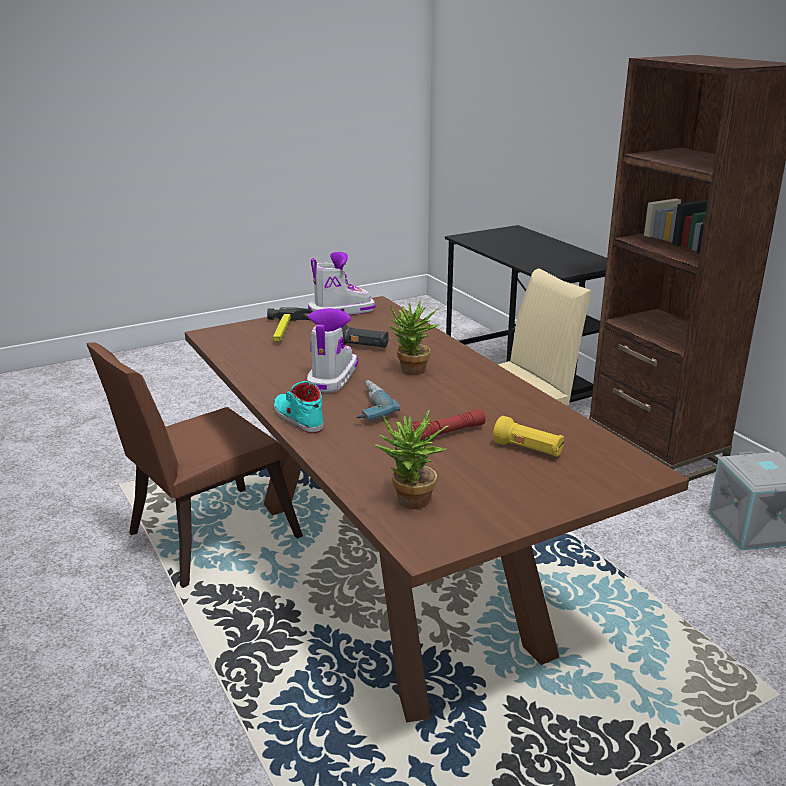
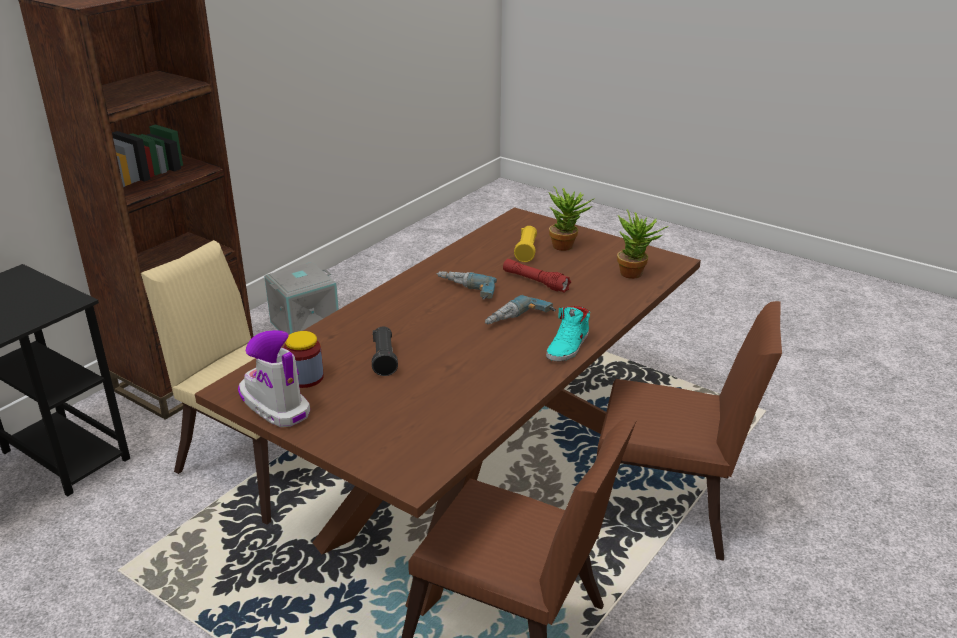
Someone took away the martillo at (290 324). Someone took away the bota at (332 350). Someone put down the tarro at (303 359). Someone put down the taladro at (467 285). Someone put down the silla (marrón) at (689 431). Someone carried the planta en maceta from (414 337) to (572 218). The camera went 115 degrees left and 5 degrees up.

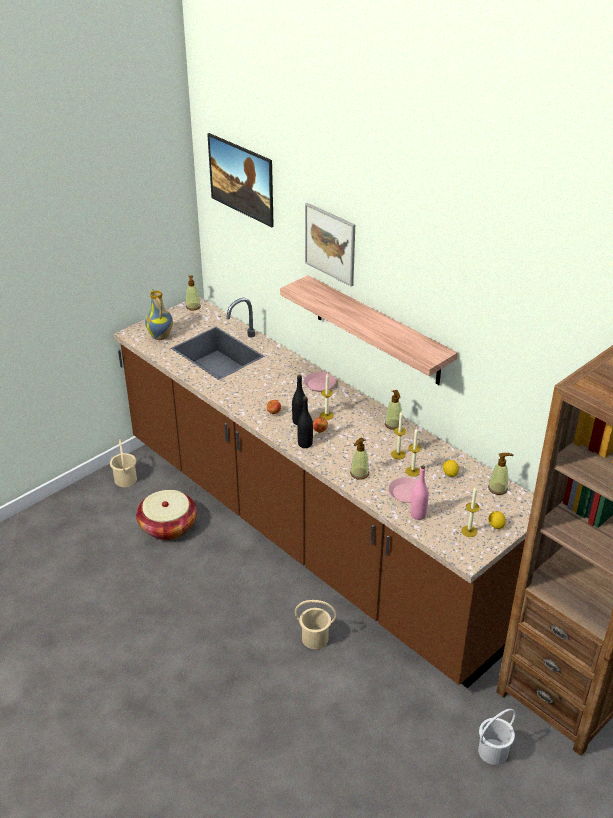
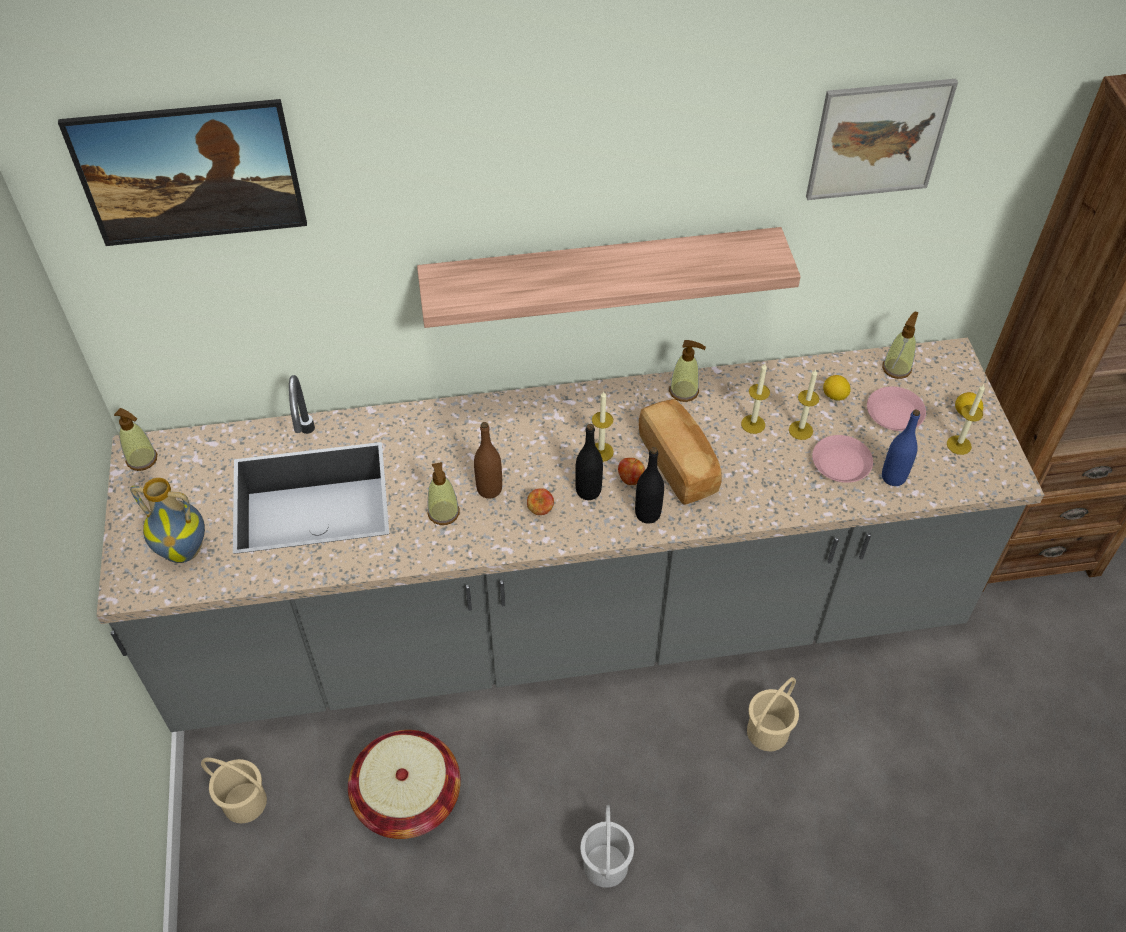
Someone put down the botella (marrón) at (488 460). Someone put down the pan at (680 452). Someone carried the plato (rosa) from (320 382) to (896 408). Someone carried the cuadro from (330 244) to (882 139). Someone carried the dispensador de jabón from (359 459) to (444 493). Someone carried the cubo (blanco) from (497 737) to (607 846). Someone repainted the mueble bajo de cocina (marrón) at (323 492), which became the mueble bajo de cocina (gris) at (570 535). Someone repainted the botella (rosa) at (419 492), which became the botella (azul) at (901 448). The camera went 55 degrees left and 15 degrees up.

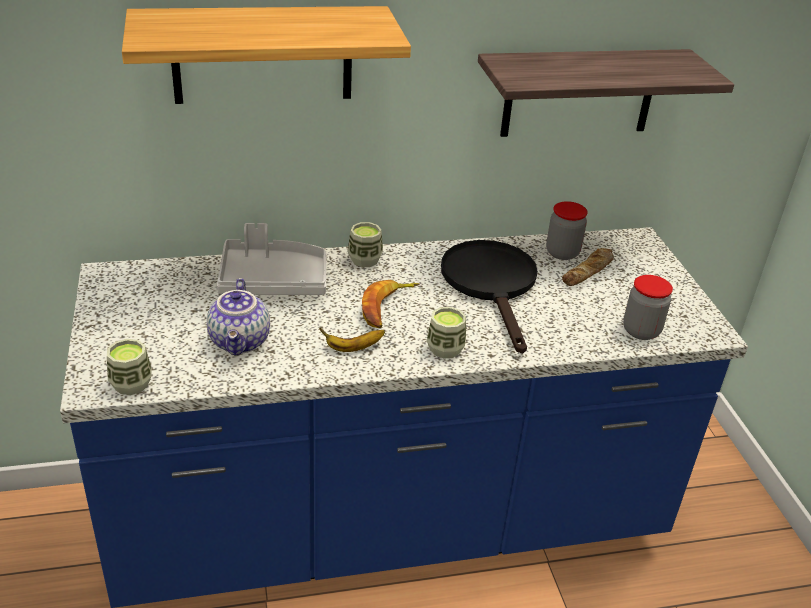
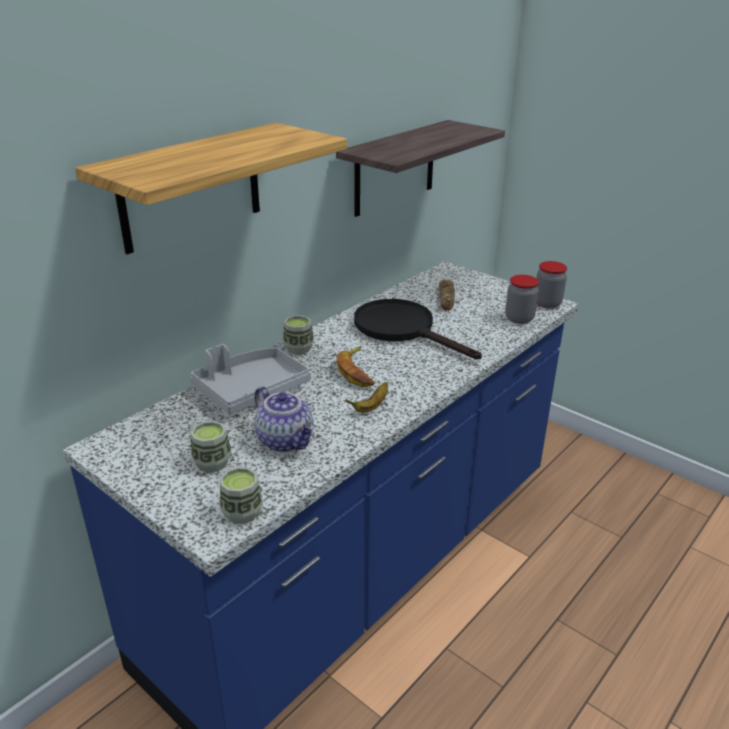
Someone carried the taza from (446 333) to (211 447). Someone carried the tarro from (567 230) to (552 284). The camera went 35 degrees left and 5 degrees down.

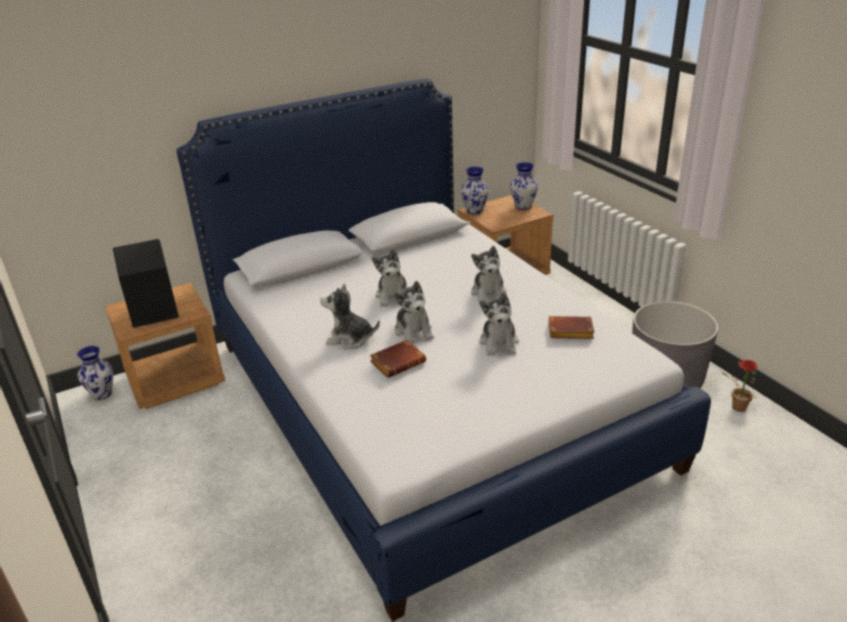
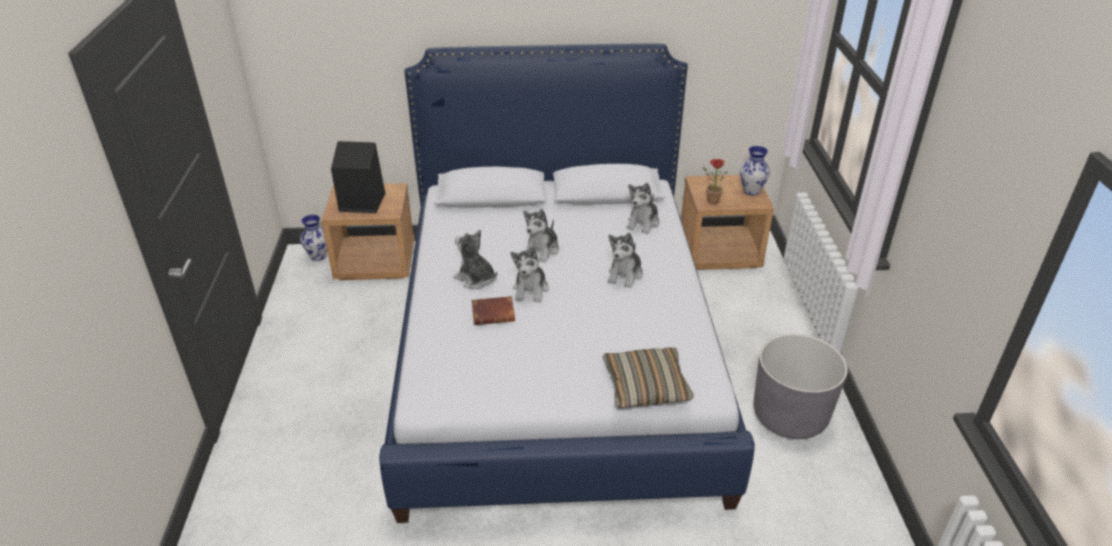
Someone took away the florero at (475 190). Someone took away the libro (marrón) at (572 327). Someone put down the cojín at (648 377). Someone carried the peluche from (499 324) to (643 208). Someone carried the planta en maceta from (740 386) to (715 182). The camera went 25 degrees right and 5 degrees up.

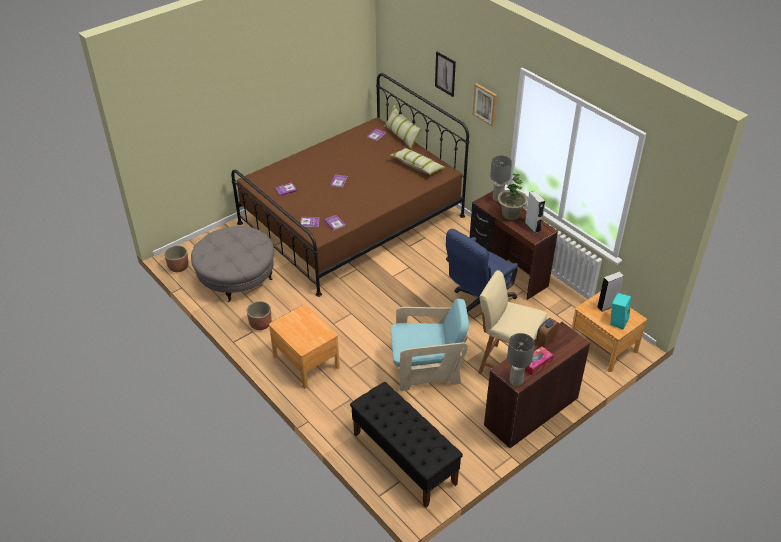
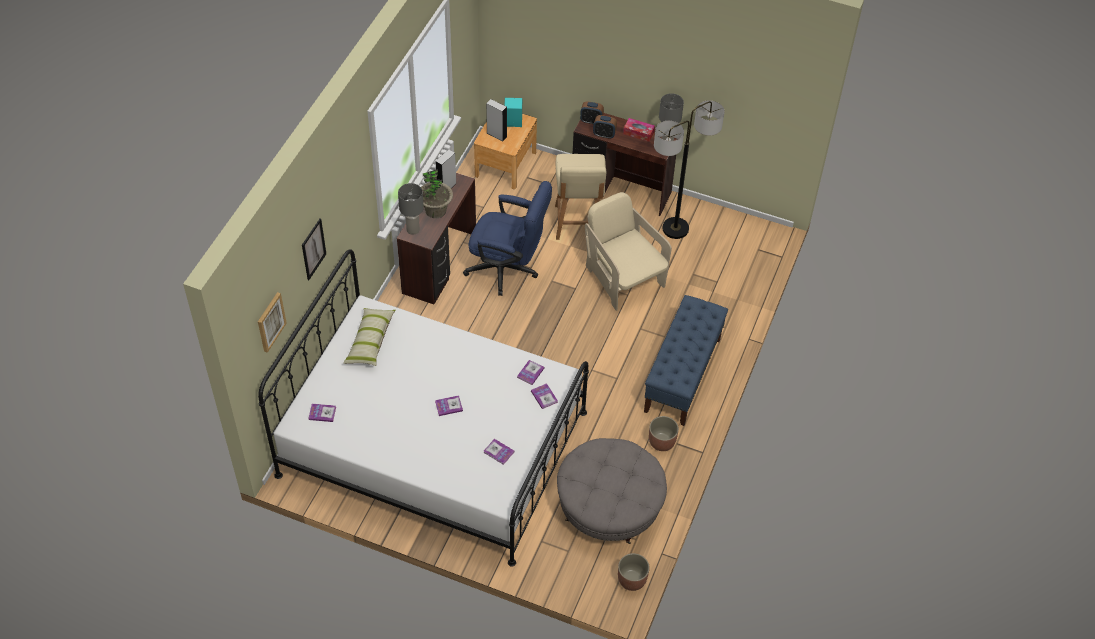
Someone took away the banco (negro) at (406 445). Someone took away the cojín at (403 127). Someone put down the despertador at (592 113). Someone put down the lámpara de pie at (689 169). Someone carried the cuadro from (484 105) to (272 322). Someone swapped the mesita de noche (marrón) at (304 346) for the banco (azul) at (686 360). Someone repainted the cama (marrón) at (350 185), which became the cama (blanco) at (423 408). Someone repainted the sillón (turquesa) at (430 345), which became the sillón (beis) at (628 251). The camera went 120 degrees left and 10 degrees up.

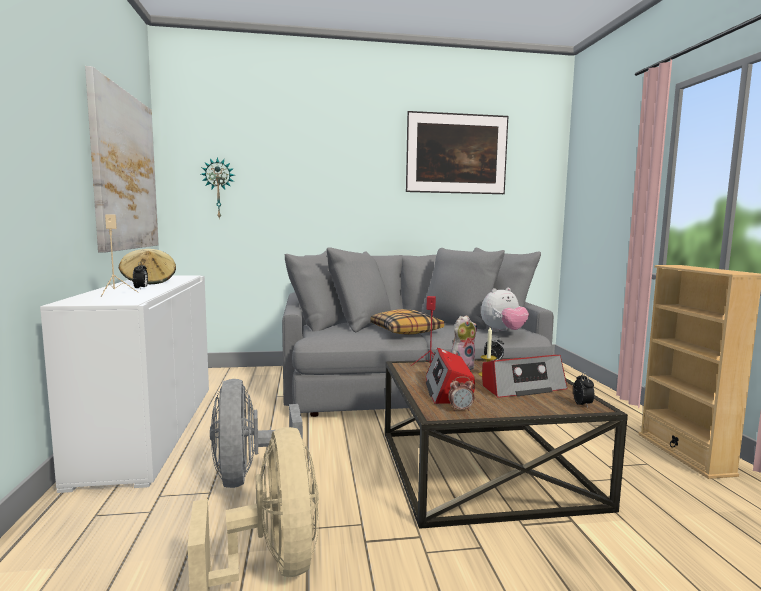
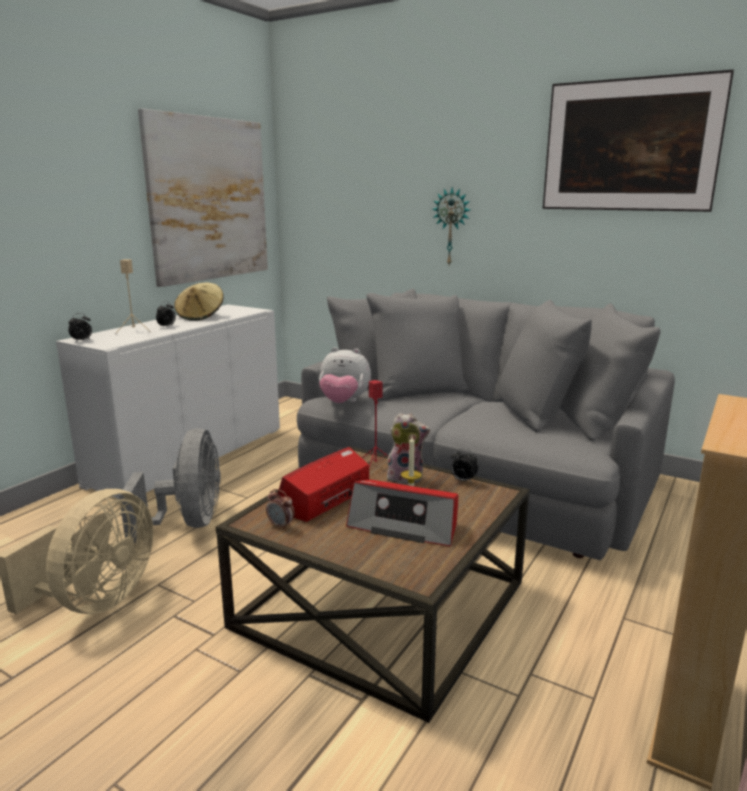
Someone took away the cojín at (407 322). Someone carried the reloj de pared from (218 188) to (451 226). Someone carried the peluche from (505 310) to (345 375). Someone carried the despertador from (583 390) to (80 327). Someone rotated the ventilador (gris) at (256 433) by 150 degrees clockwise. The camera went 40 degrees right and 10 degrees up.

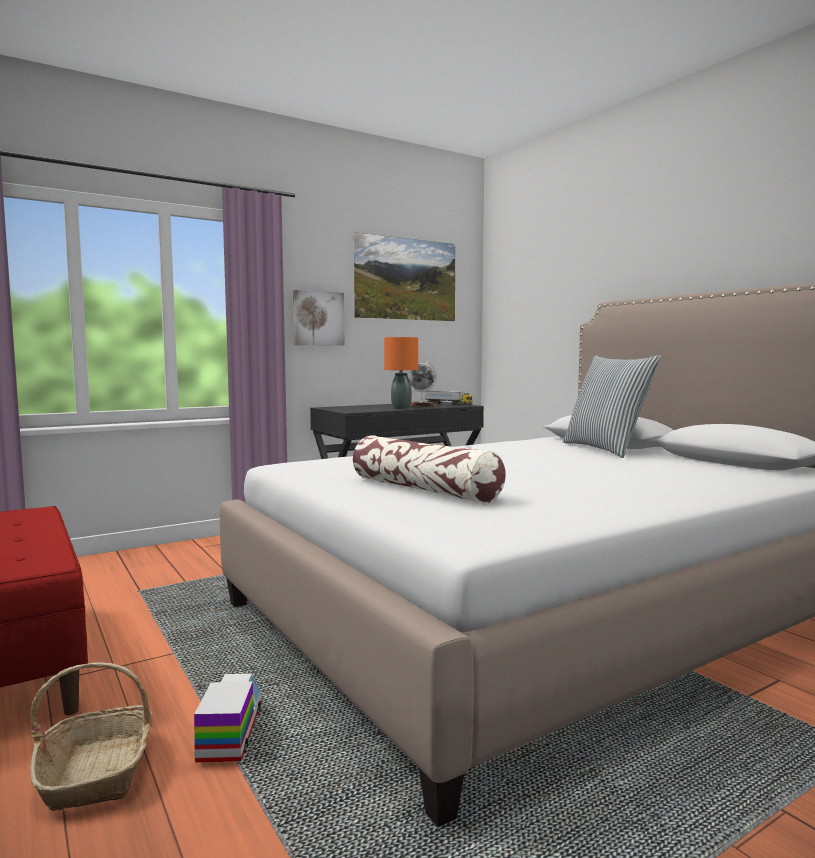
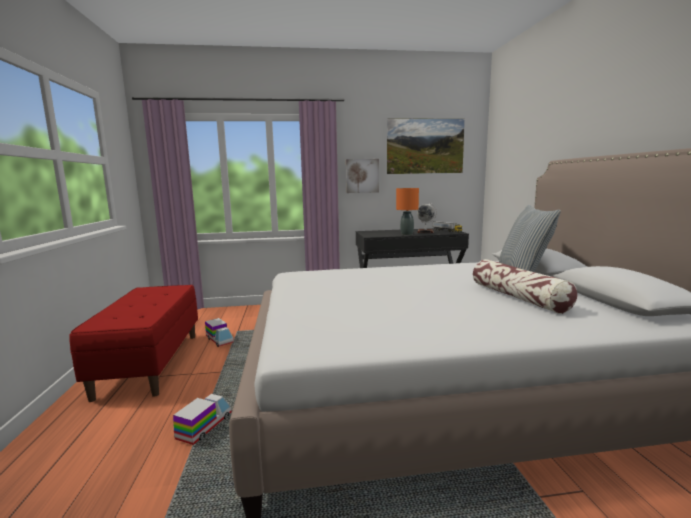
Someone took away the cesta at (91 736). Someone put down the camión de juguete at (219 332). Someone carried the cojín from (429 469) to (525 286). The camera went 25 degrees right and 5 degrees up.

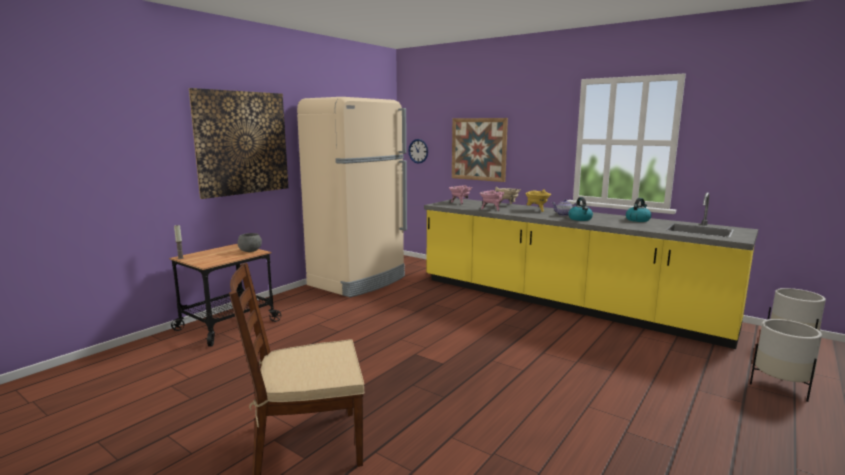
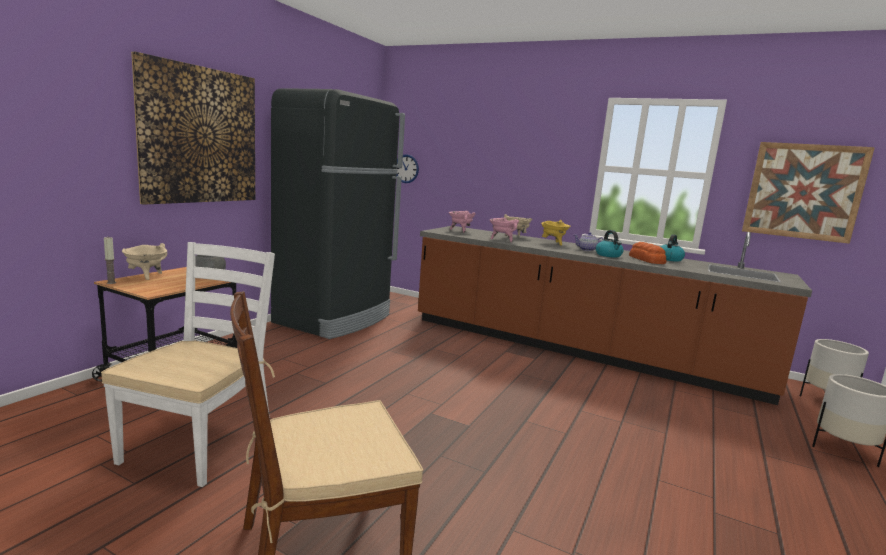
Someone put down the silla (blanco) at (188 364). Someone put down the olla (beis) at (144 261). Someone put down the pan at (647 253). Someone carried the cuadro from (480 150) to (808 193). Someone repainted the nevera (beis) at (352 197), which became the nevera (negro) at (338 213). Someone repainted the mueble bajo de cocina (amarillo) at (591 270), which became the mueble bajo de cocina (marrón) at (615 315). The camera went 10 degrees left and 0 degrees up.

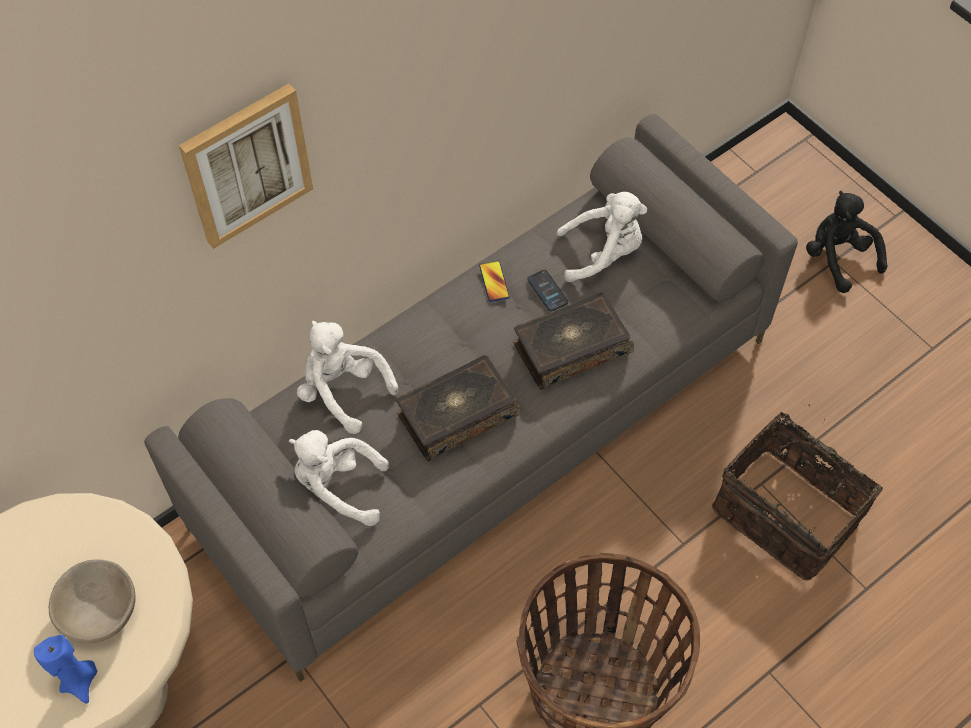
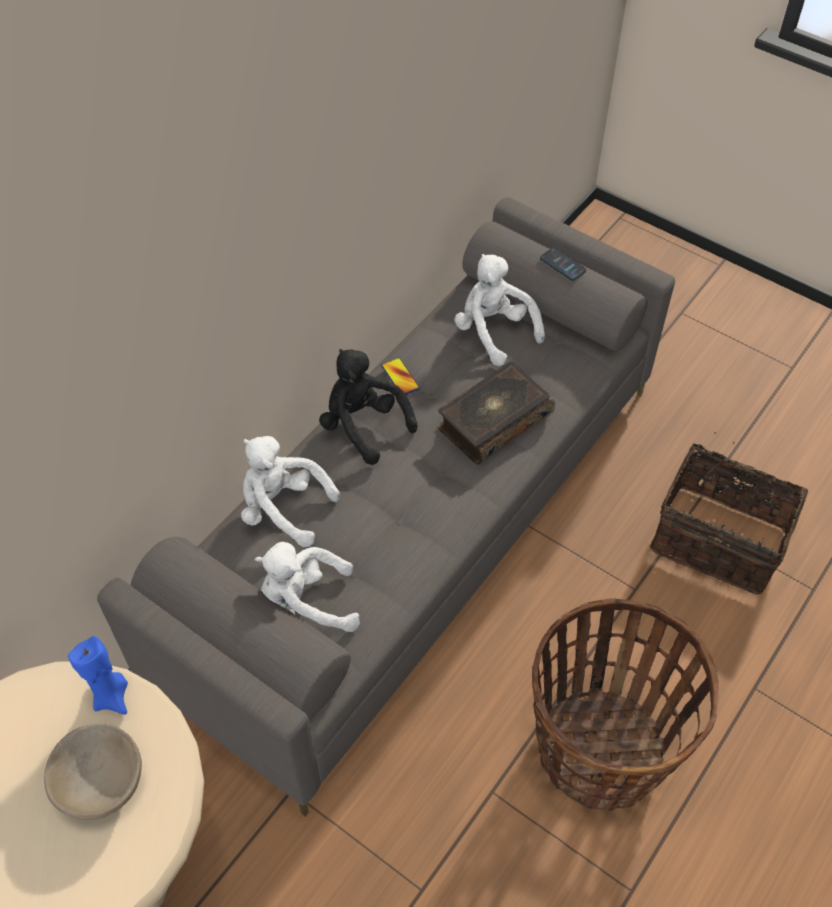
Someone took away the cuadro at (246 166). Someone took away the libro at (458 408). Someone carried the vela (azul) from (65 669) to (98 675). Someone carried the móvil from (547 290) to (563 264). Someone carried the peluche (negro) from (846 242) to (368 407). Someone rotated the peluche (blanco) at (602 237) by 105 degrees counterclockwise. The camera went 15 degrees left and 5 degrees down.

